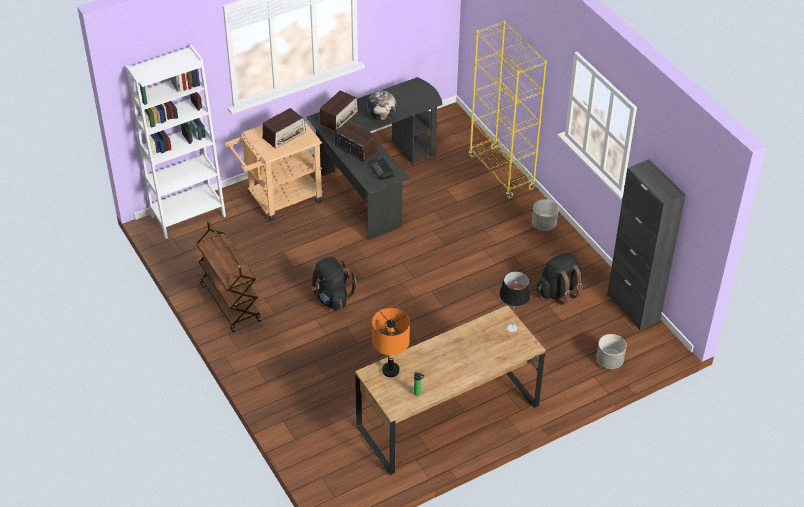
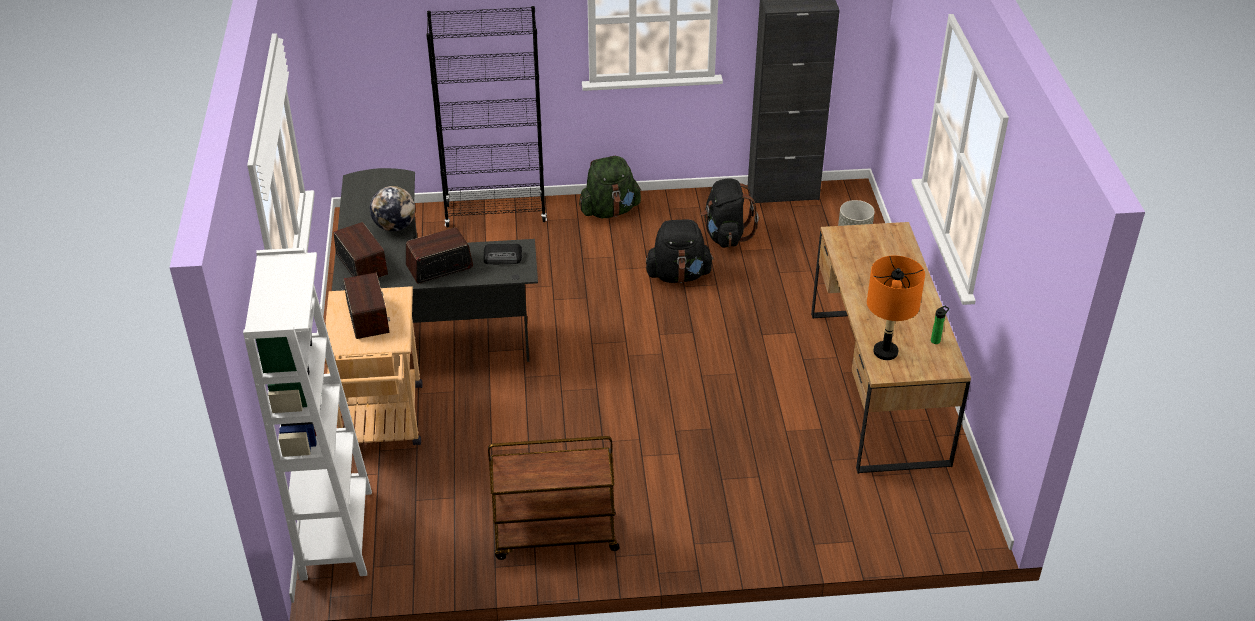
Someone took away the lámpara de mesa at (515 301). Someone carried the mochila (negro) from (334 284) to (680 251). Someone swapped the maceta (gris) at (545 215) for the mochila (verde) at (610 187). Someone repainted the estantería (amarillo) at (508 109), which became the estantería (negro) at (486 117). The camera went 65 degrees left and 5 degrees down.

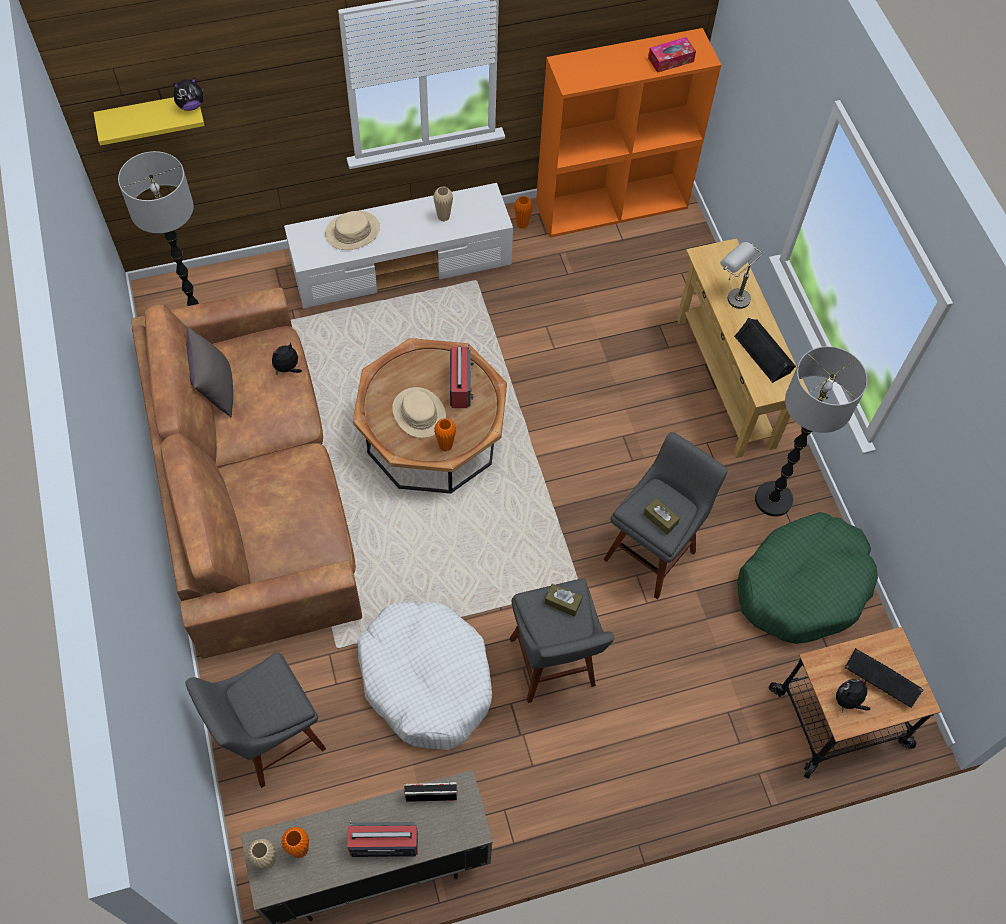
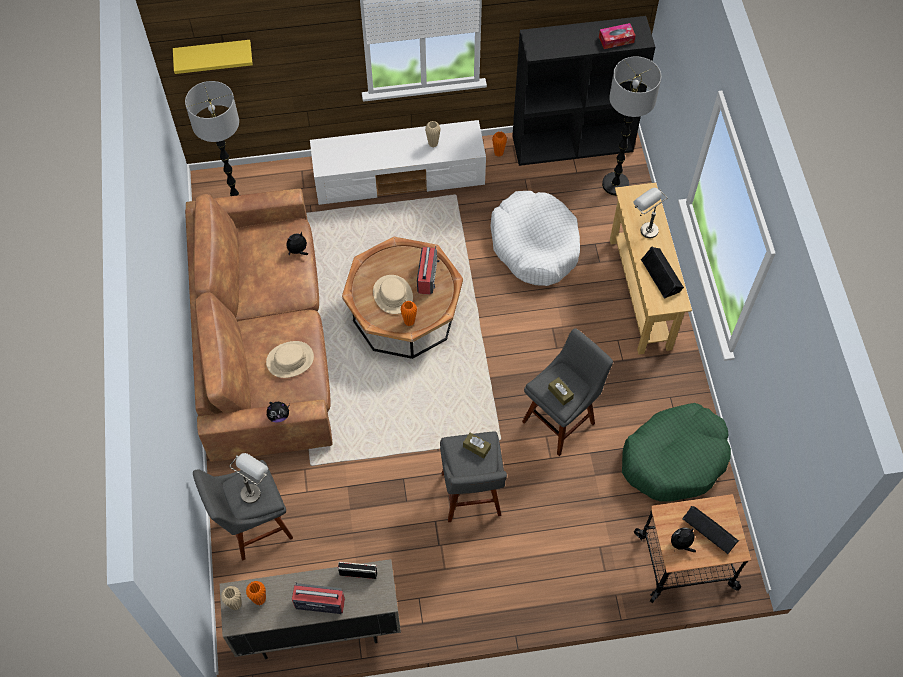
Someone took away the cojín (gris) at (210 372). Someone put down the lámpara de mesa (gris) at (248 478). Someone carried the peluche from (188 94) to (278 412). Someone carried the sombrero (beis) from (352 230) to (290 359). Someone carried the cama para perro (blanco) from (424 676) to (535 238). Someone carried the lámpara de pie from (811 431) to (631 126). Someone repainted the estantería (naranja) at (628 133), which became the estantería (negro) at (583 91). The camera went 10 degrees right and 0 degrees up.

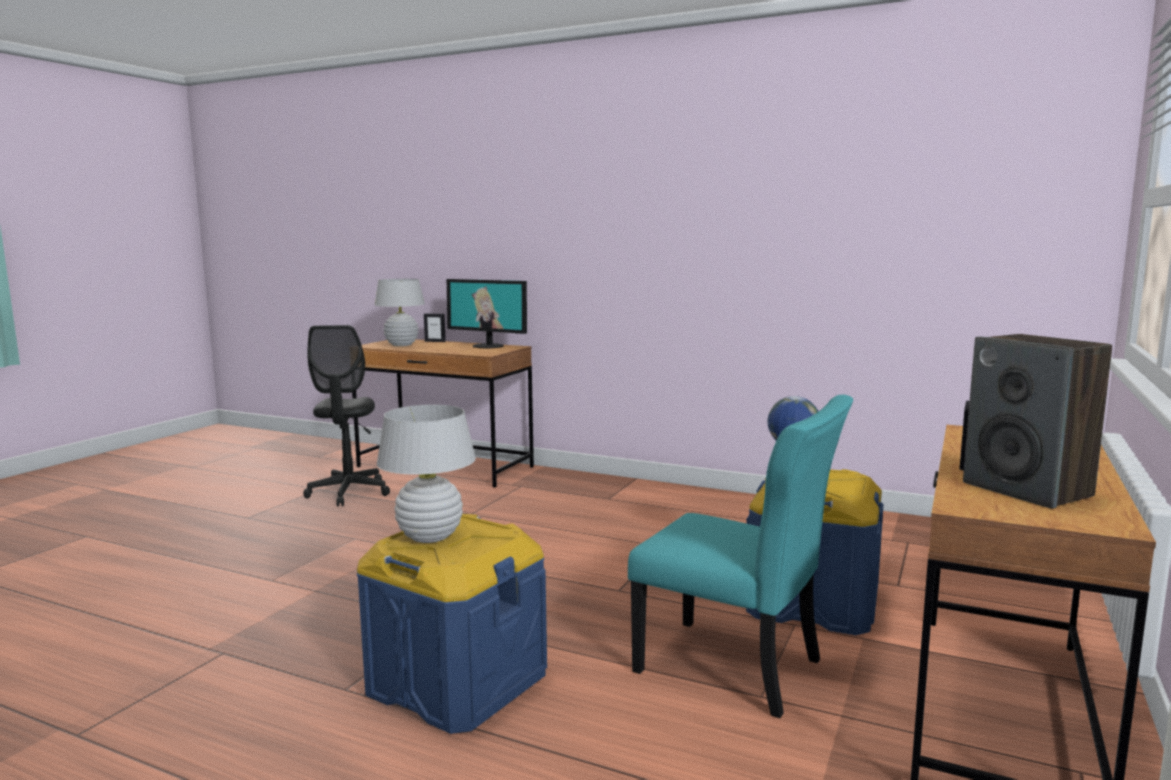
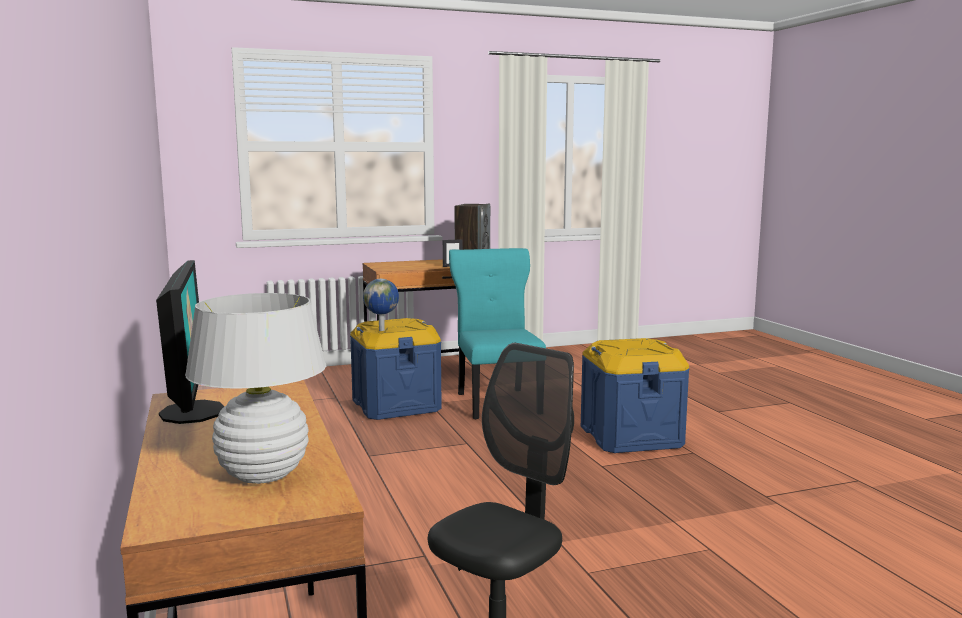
Someone took away the lámpara de mesa (blanco) at (426 474). Someone took away the portarretratos at (435 327). The camera went 135 degrees left and 0 degrees up.

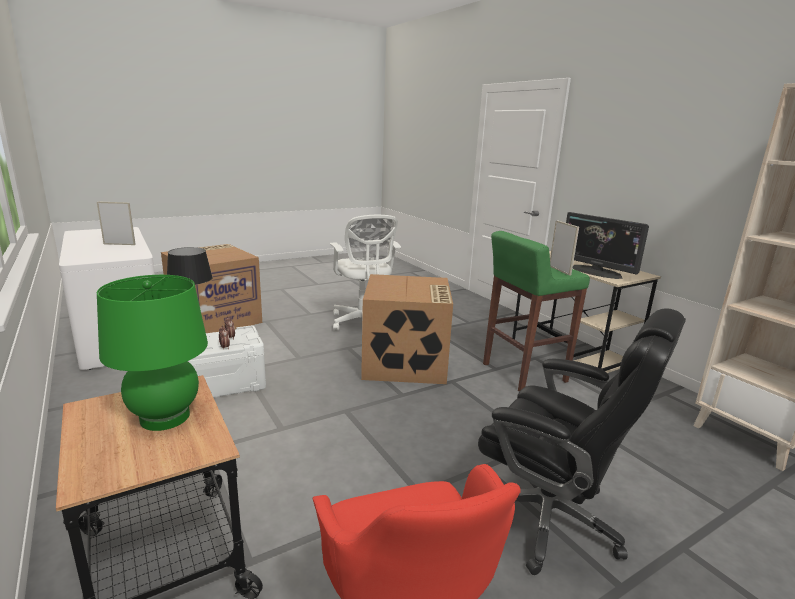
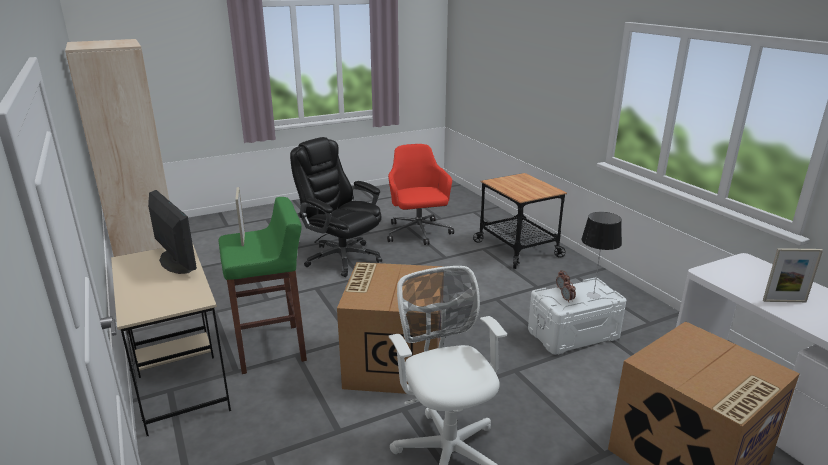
Someone took away the lámpara de mesa (verde) at (152 353). The camera went 175 degrees left and 5 degrees up.

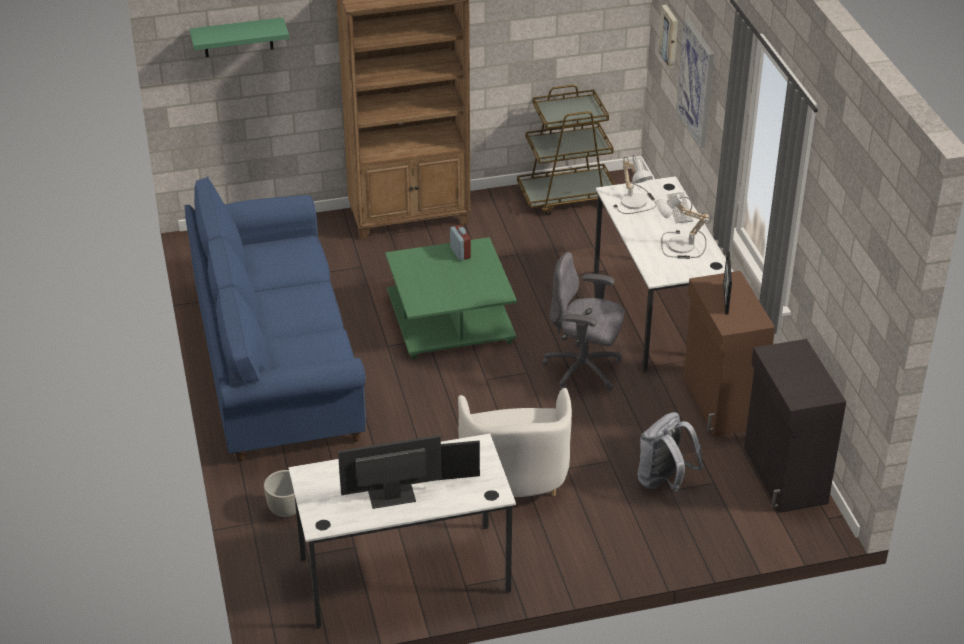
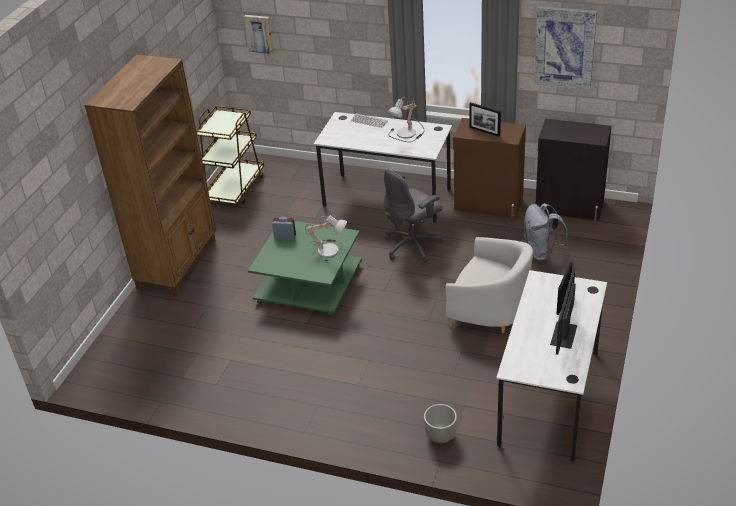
Someone took away the sofá (azul) at (275 318). Someone took away the estante (verde) at (239 37). Someone carried the lámpara de mesa from (634 184) to (326 239). Someone carried the cuadro from (695 83) to (565 48). The camera went 55 degrees left and 0 degrees up.

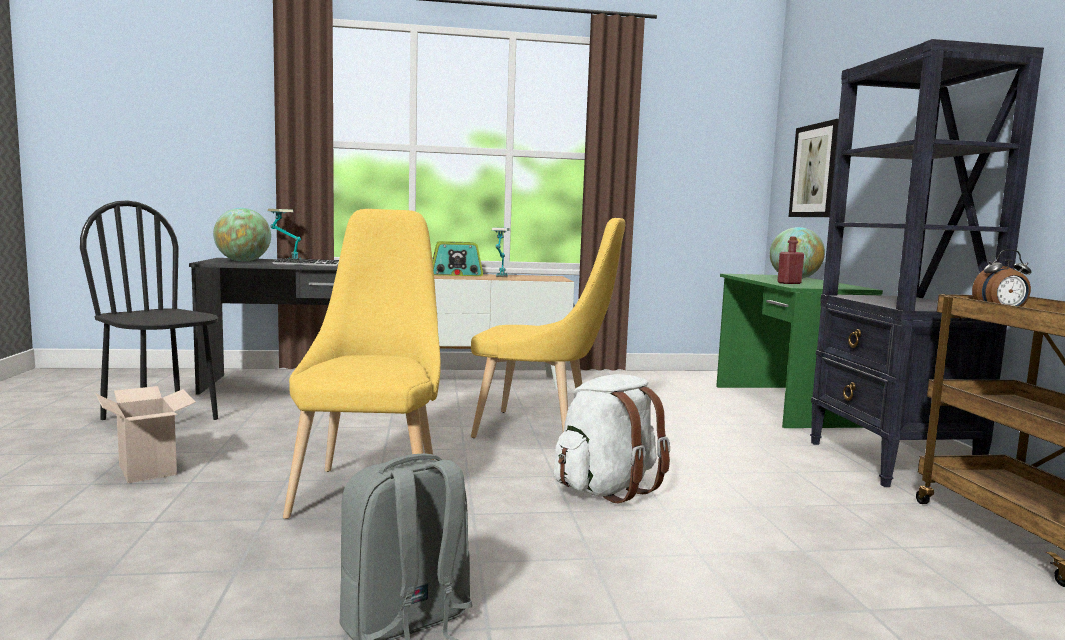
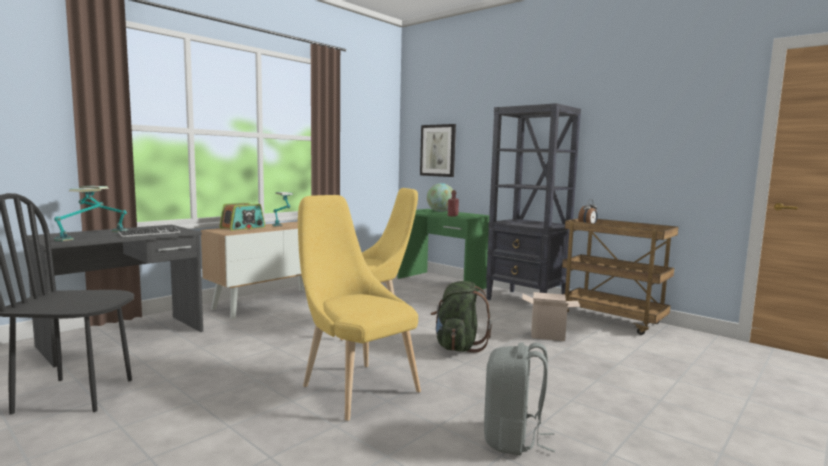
Someone carried the caja de cartón from (146 434) to (551 316). Someone swapped the globo terráqueo at (242 235) for the lámpara de mesa at (78 214). Someone repainted the mochila (blanco) at (612 438), which became the mochila (verde) at (461 317). The camera went 40 degrees left and 0 degrees up.

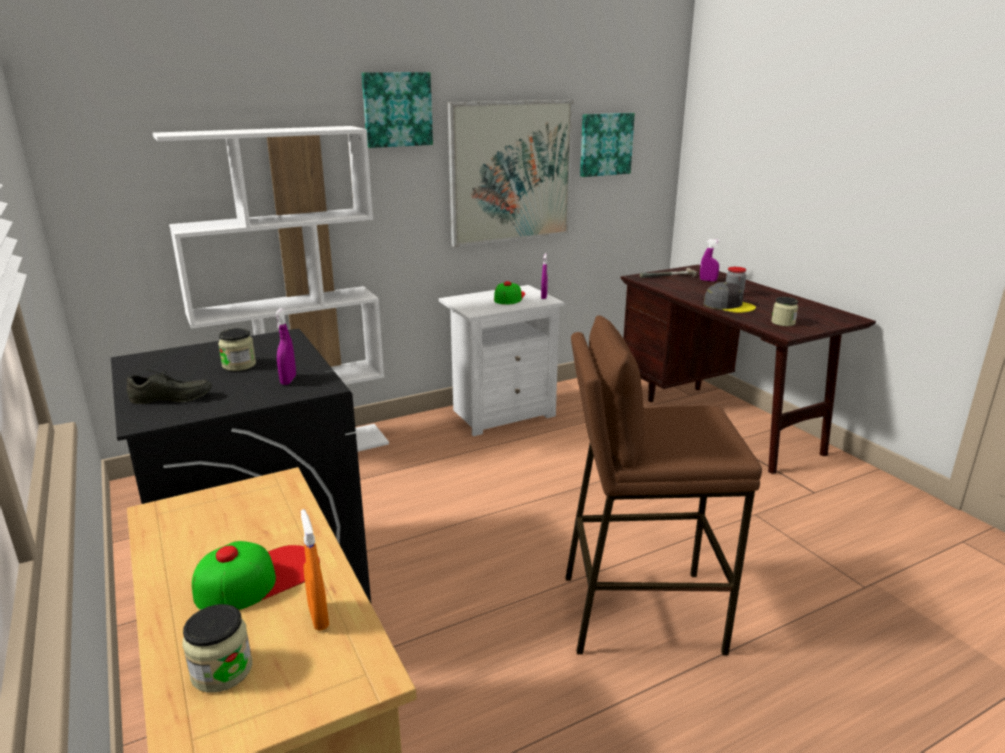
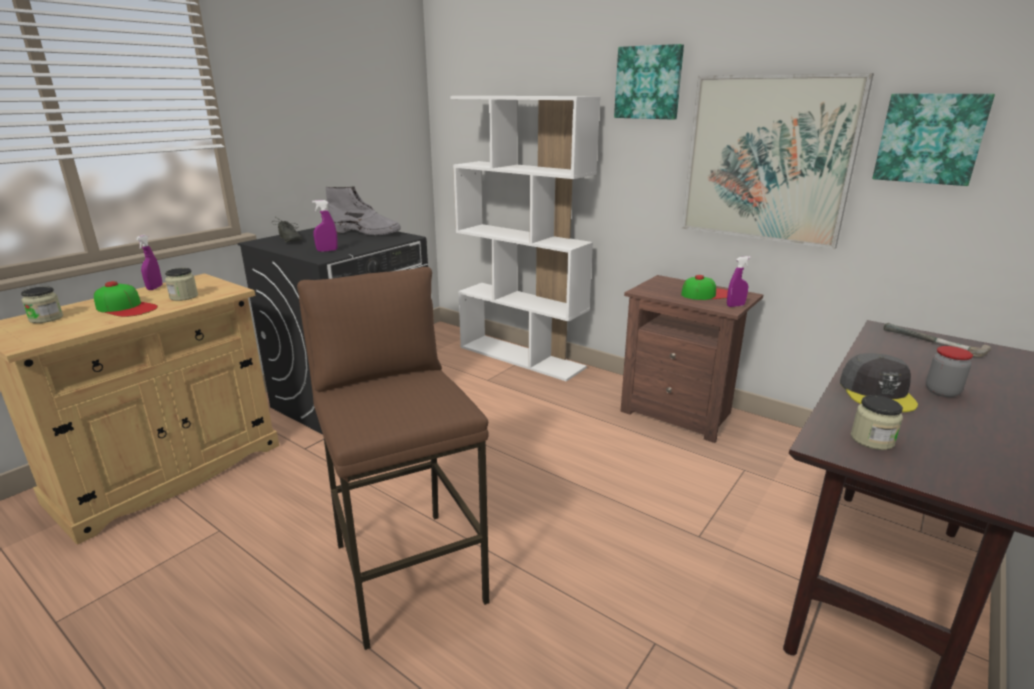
Someone took away the pulverizador (naranja) at (315 570). Someone put down the bota (gris) at (363 211). Someone carried the tarro from (237 349) to (181 284). Someone carried the pulverizador (morado) from (710 260) to (149 262). Someone repainted the mesita de noche (blanco) at (502 360), which became the mesita de noche (marrón) at (691 359). The camera went 65 degrees right and 0 degrees up.

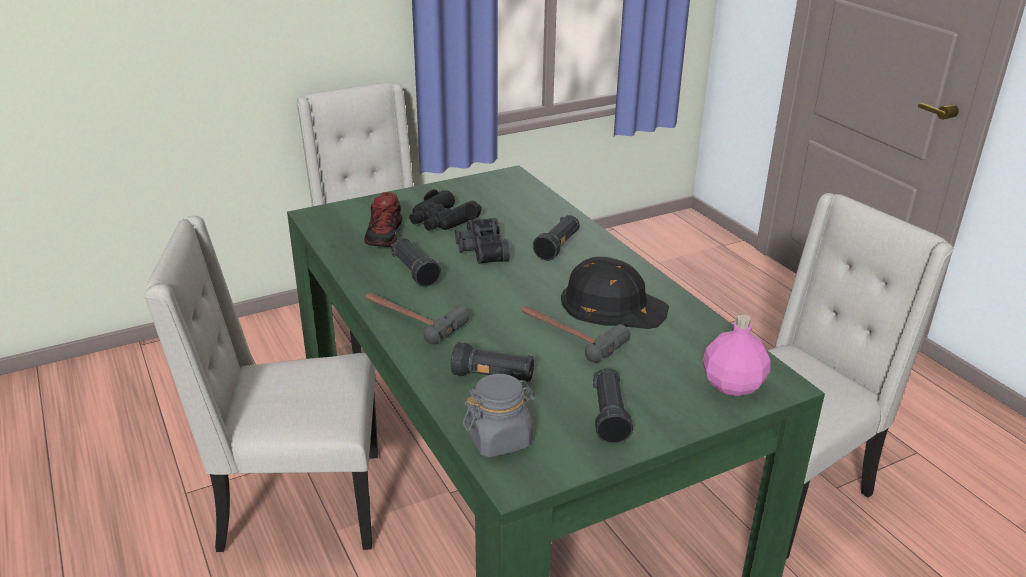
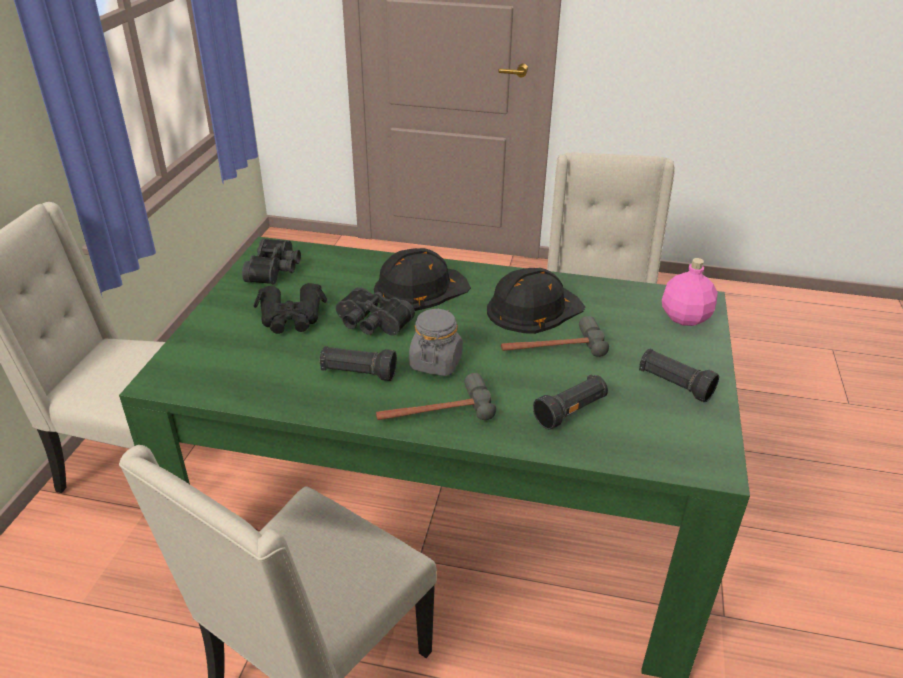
Someone took away the zapato at (383 219). Someone put down the prismáticos (negro) at (271 261). Someone carried the tarro (gris) from (499 416) to (436 342). Someone swapped the linterna (negro) at (556 238) for the casco (negro) at (422 279). The camera went 50 degrees left and 5 degrees up.

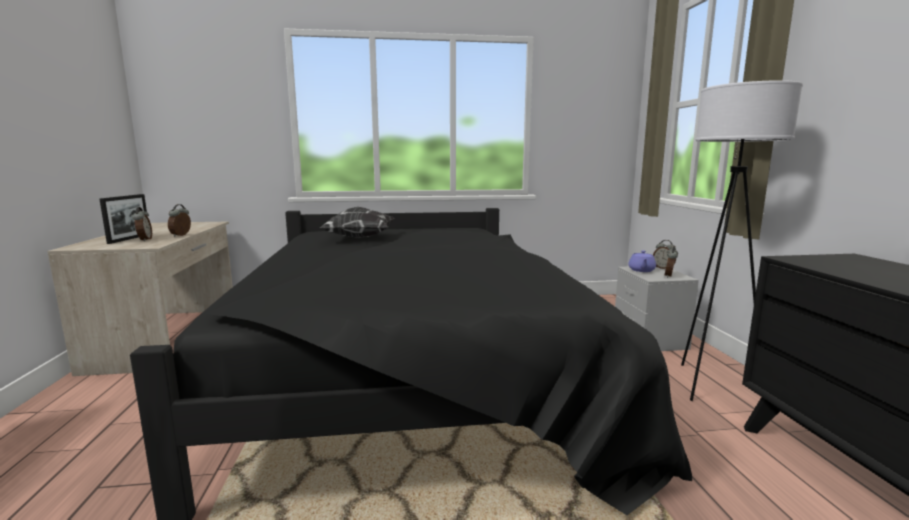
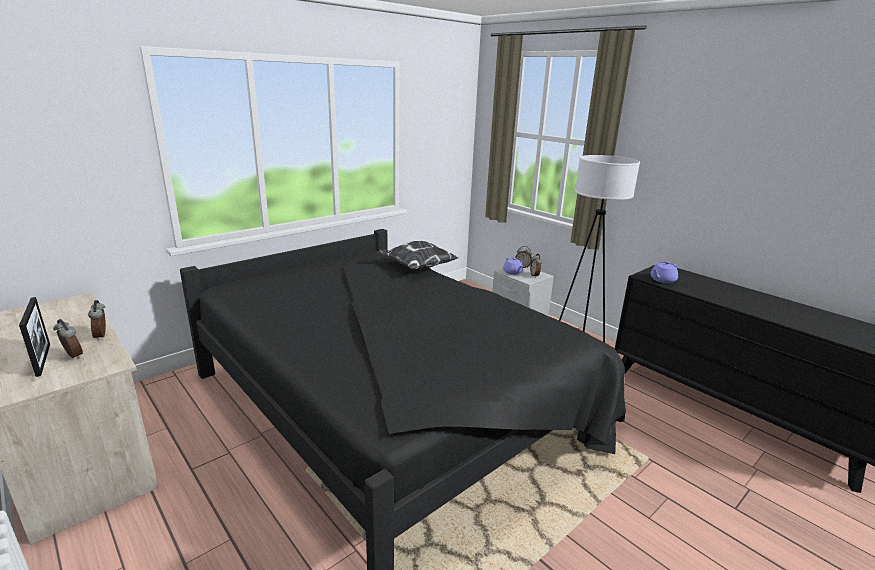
Someone put down the tetera (morado) at (664 272). Someone carried the cojín from (357 223) to (417 255). The camera went 35 degrees left and 10 degrees up.

